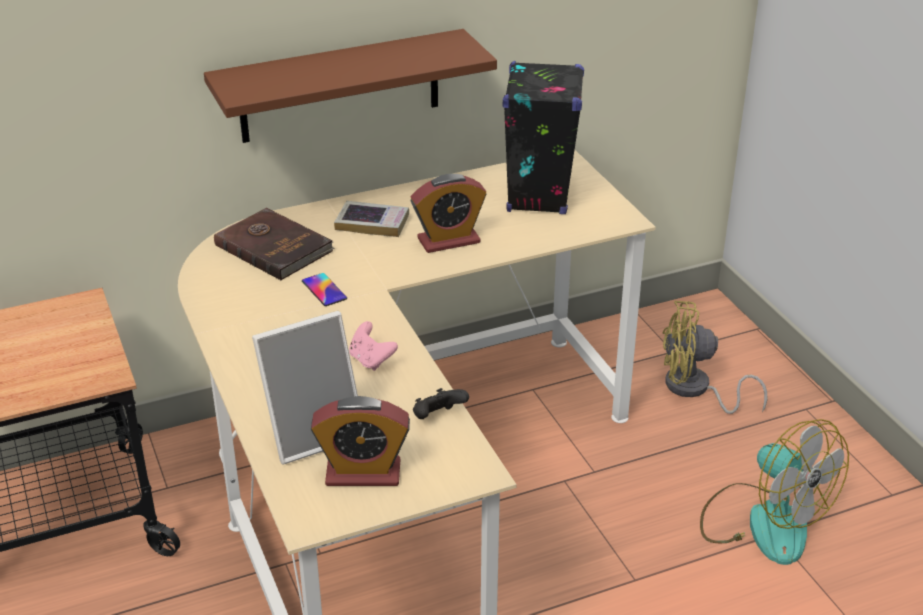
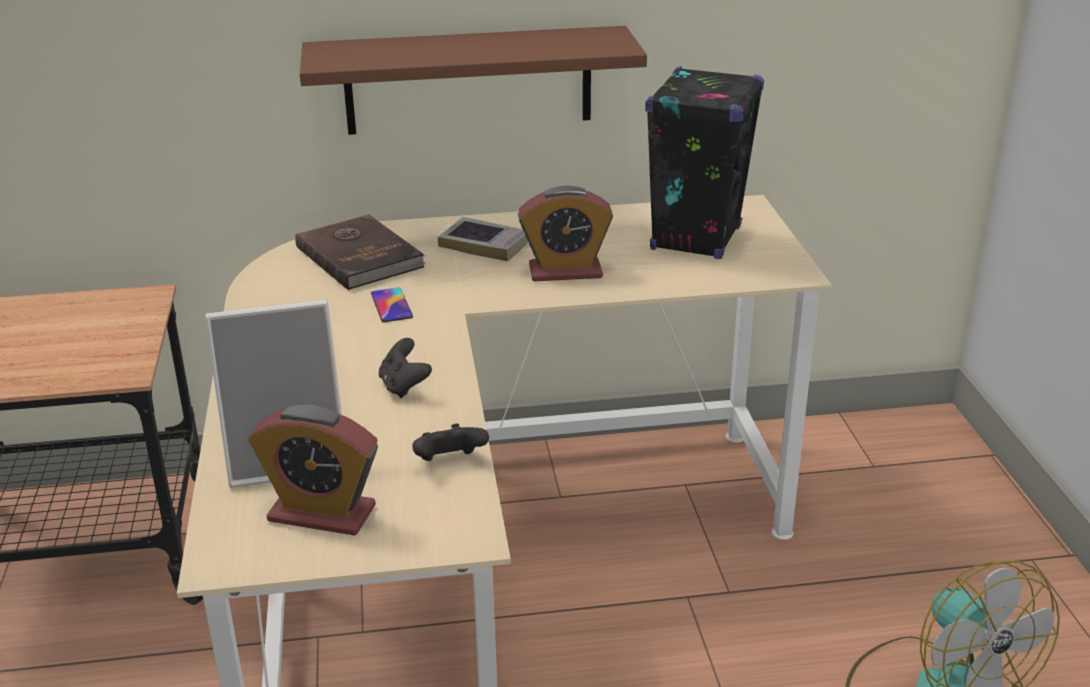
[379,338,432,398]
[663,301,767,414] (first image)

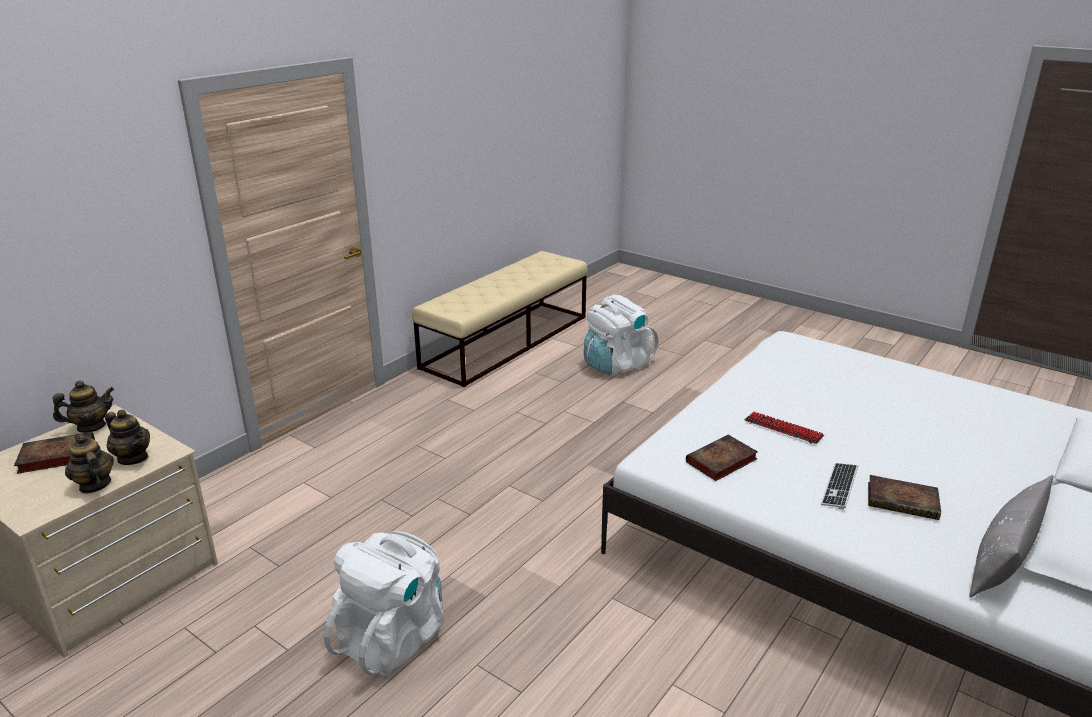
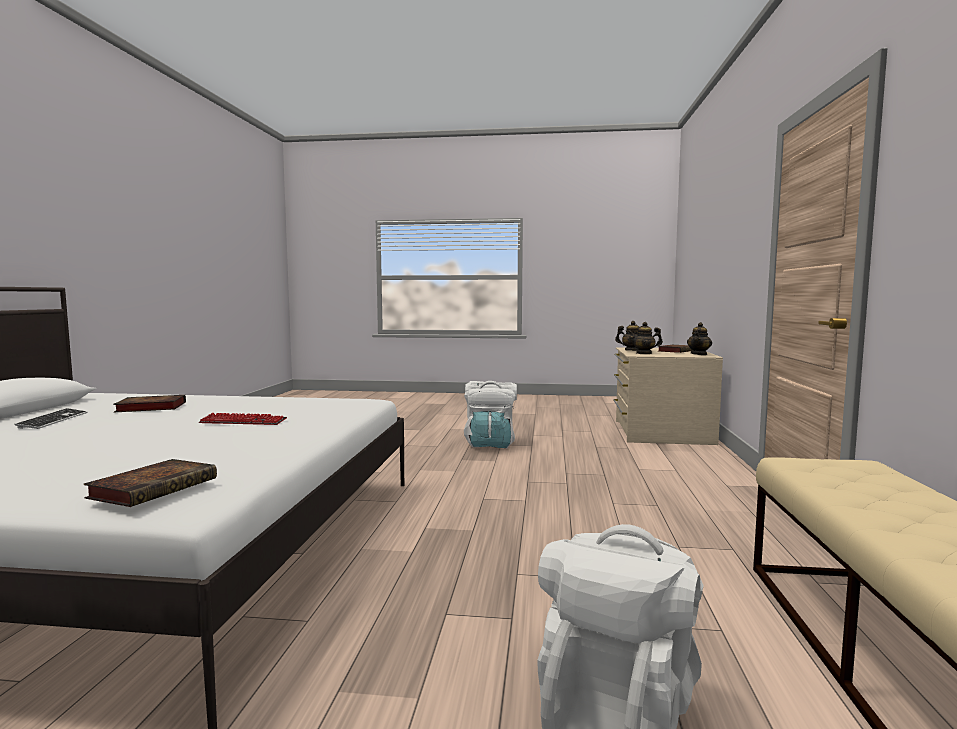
[15,408,88,429]
[84,459,217,507]
[969,475,1053,597] (first image)

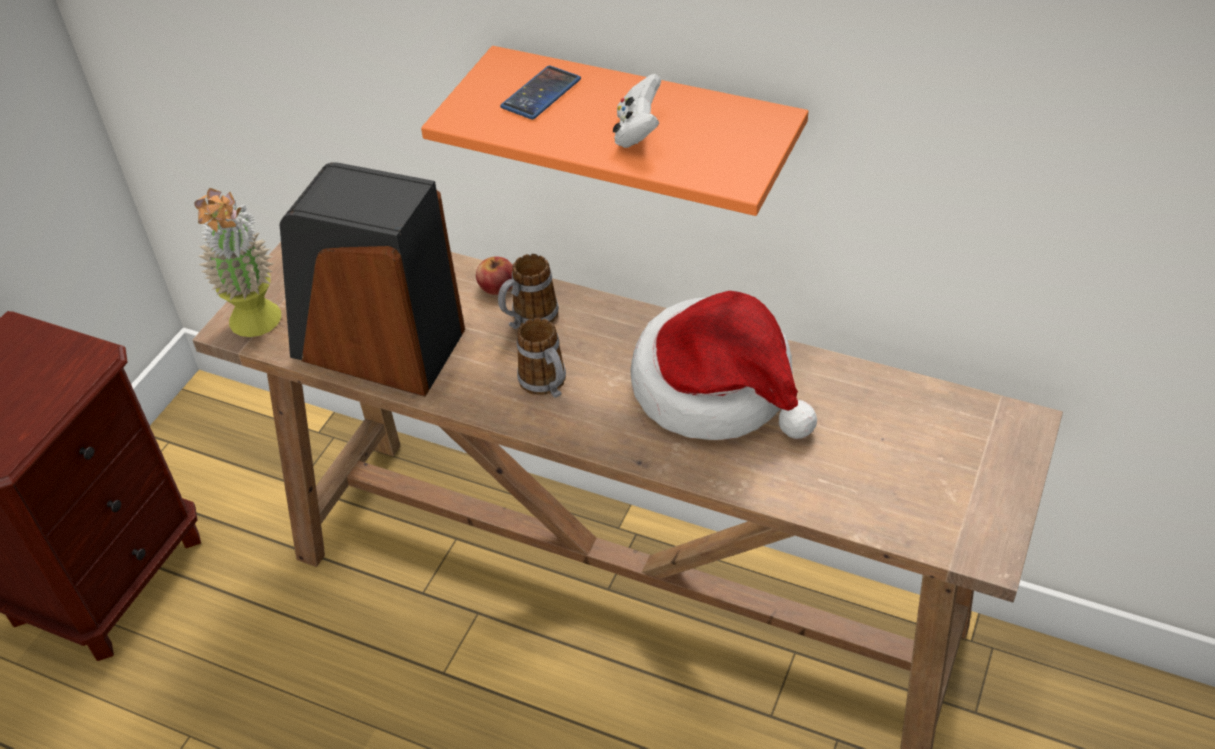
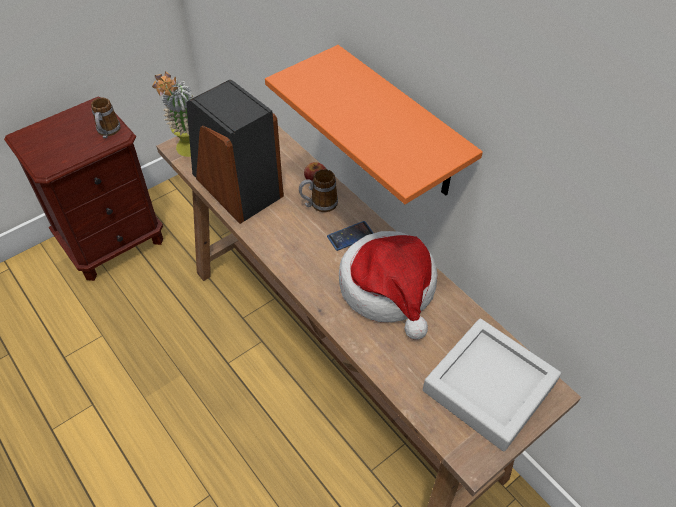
[91,97,121,138]
[327,221,373,251]
[423,318,561,452]
[613,74,661,148] (first image)

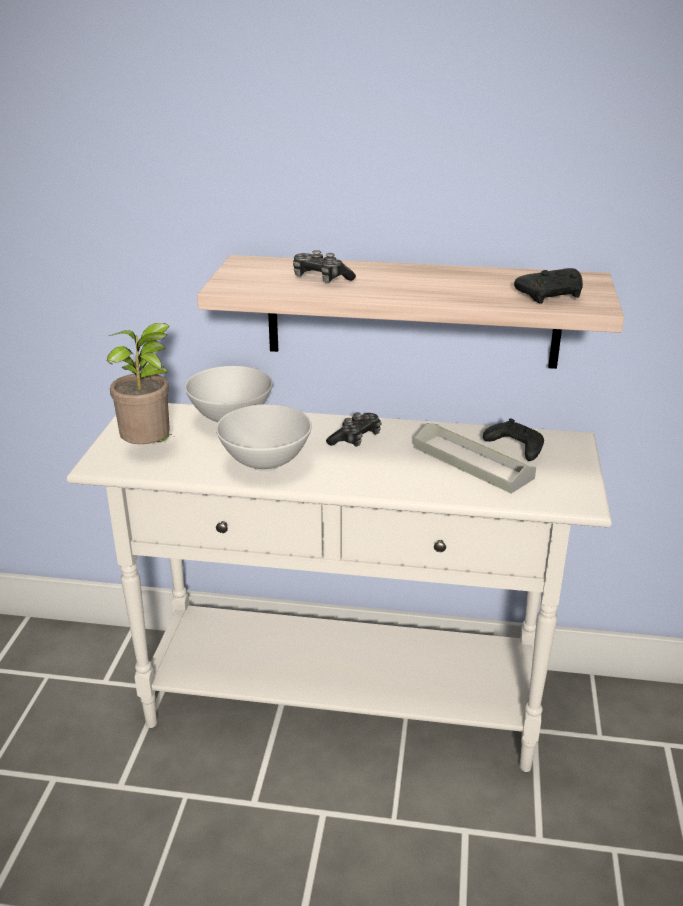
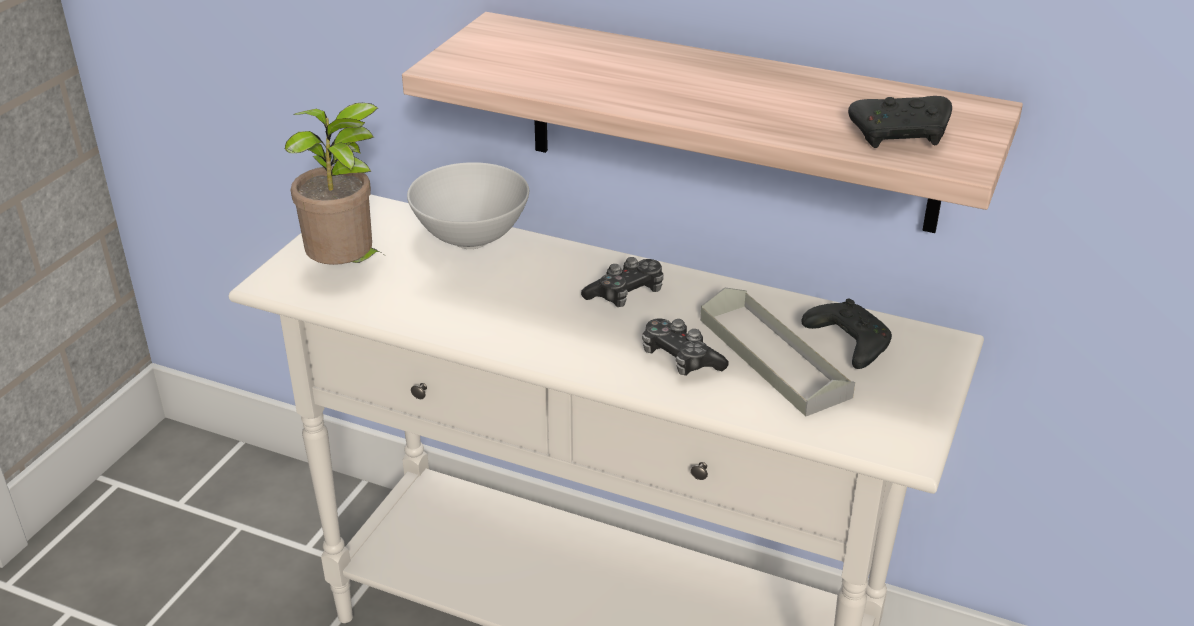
[642,319,729,376]
[216,404,312,471] (first image)

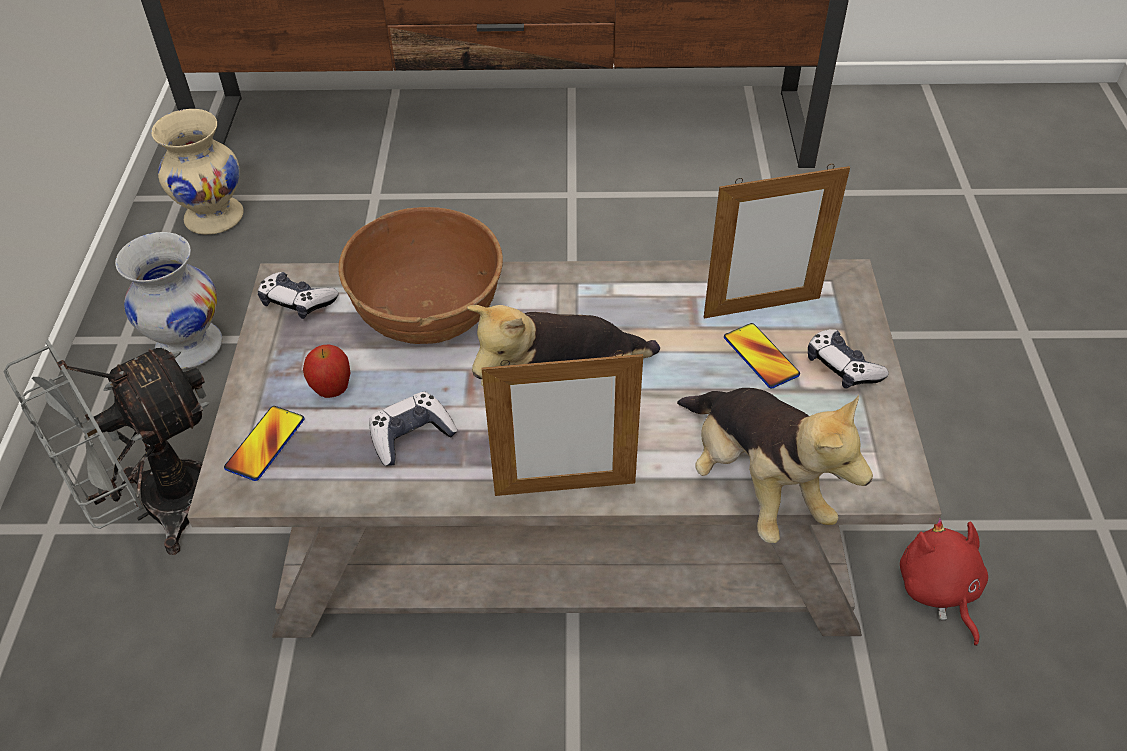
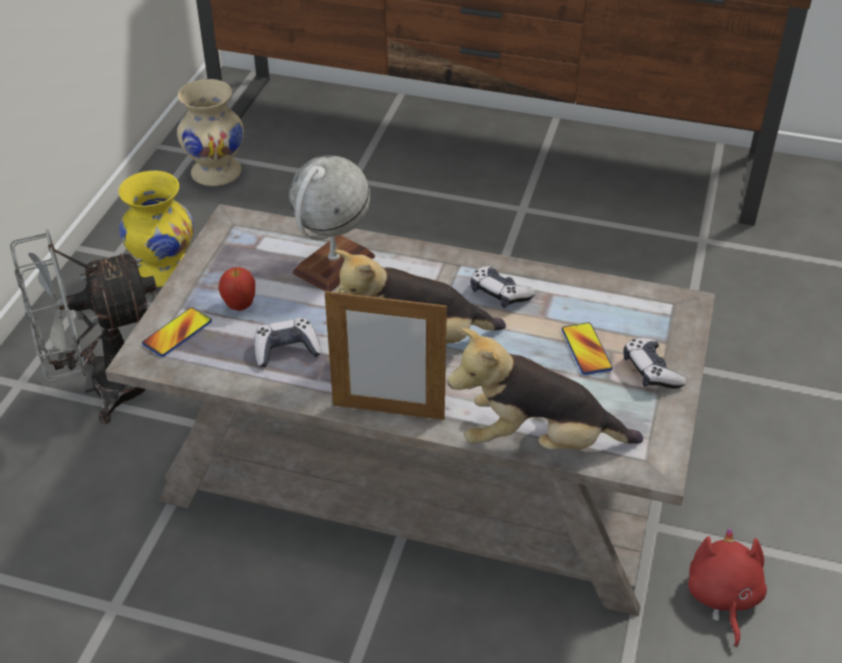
[119,171,194,287]
[289,155,375,292]
[448,328,643,450]
[471,266,535,308]
[704,164,850,318] (first image)

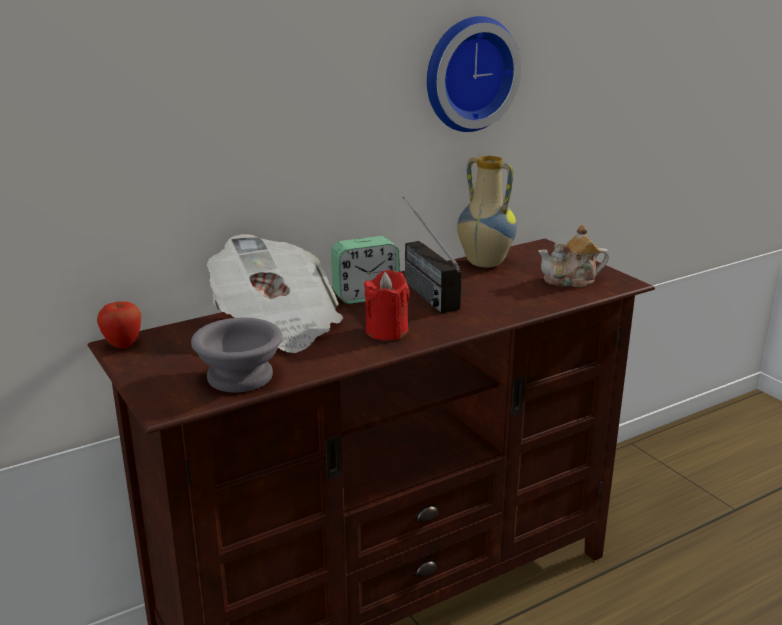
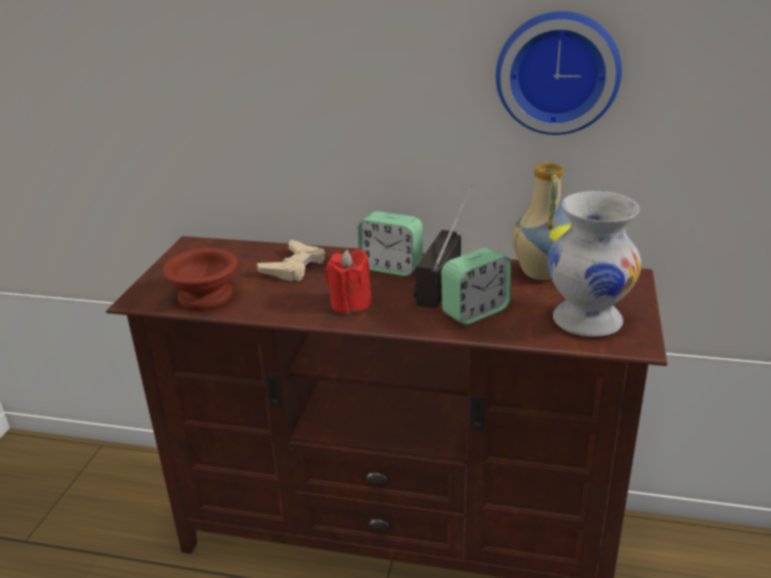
[162,248,238,310]
[257,240,324,281]
[441,247,511,325]
[548,191,642,337]
[97,301,141,348] (first image)

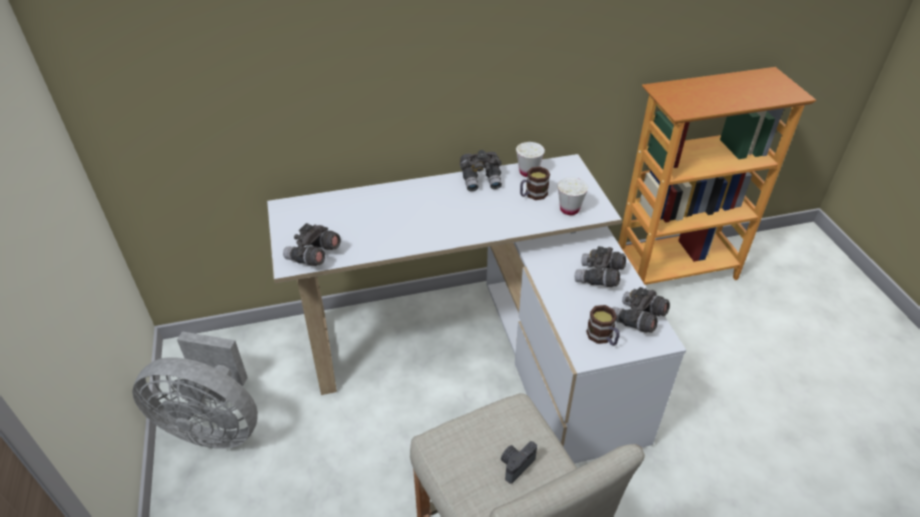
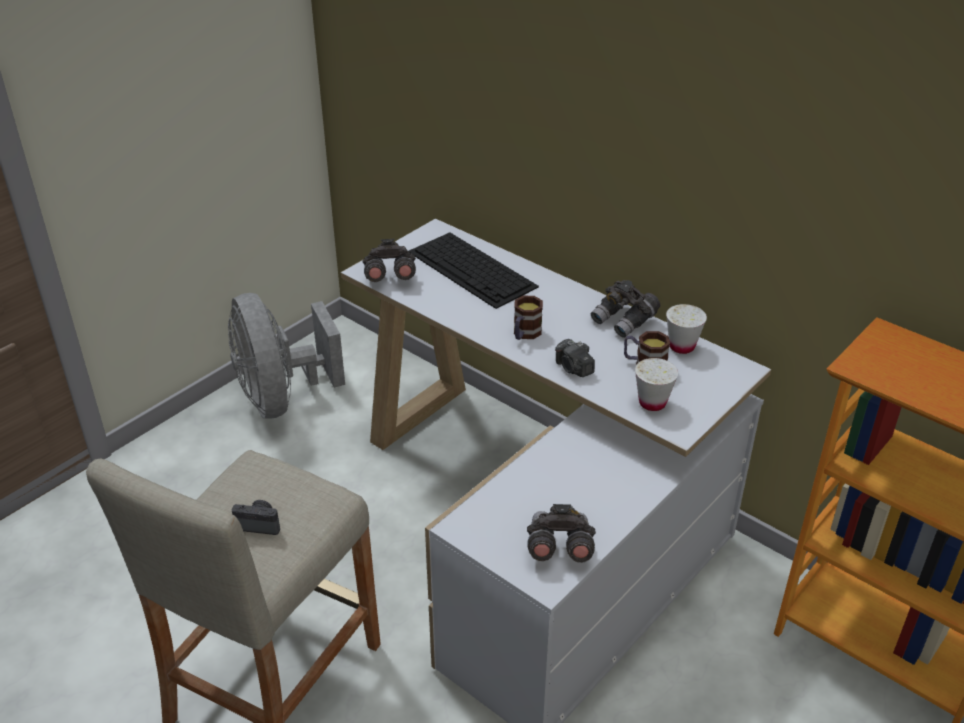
[408,232,539,309]
[514,296,543,340]
[555,339,595,377]
[575,246,626,287] (first image)

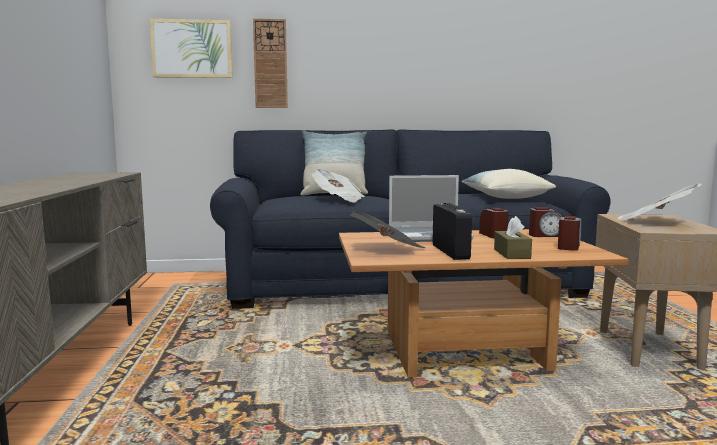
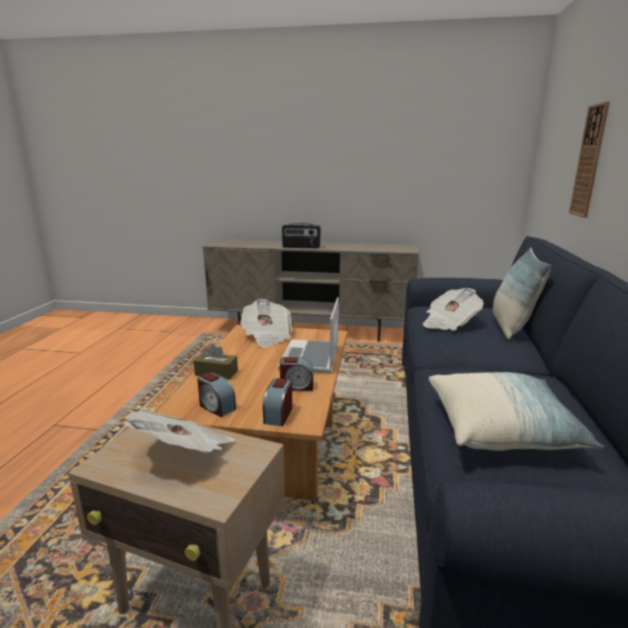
[282,223,320,248]
[149,19,233,78] (first image)

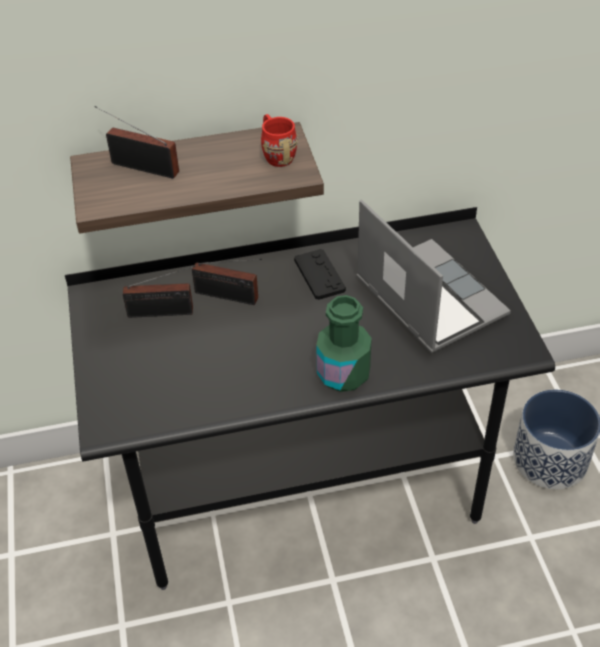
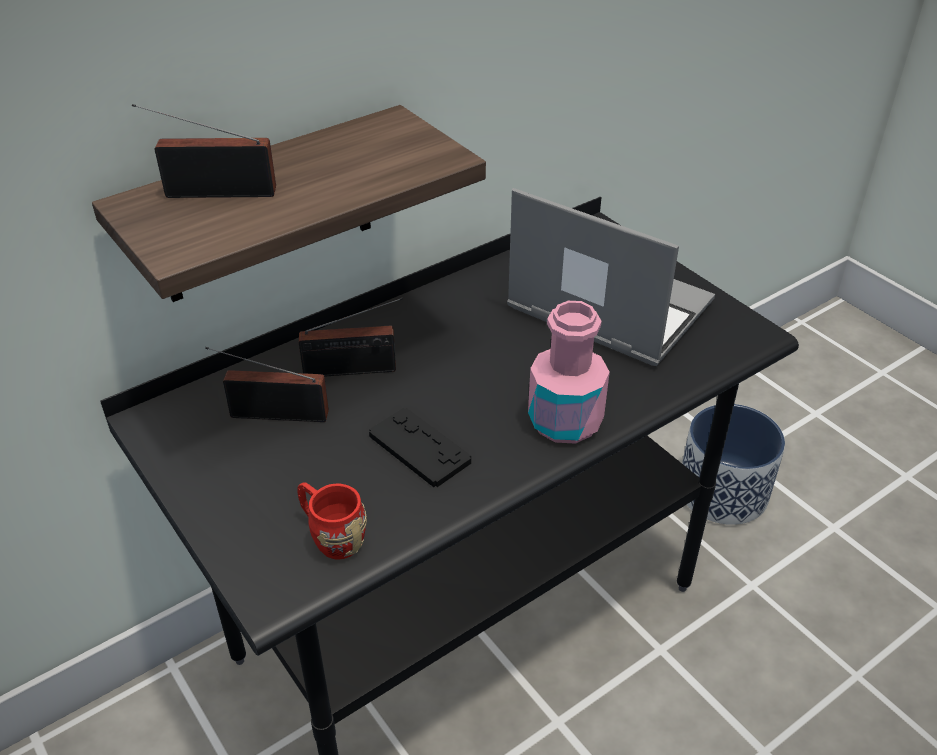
[205,347,329,422]
[297,482,367,559]
[369,408,471,487]
[528,301,610,444]

